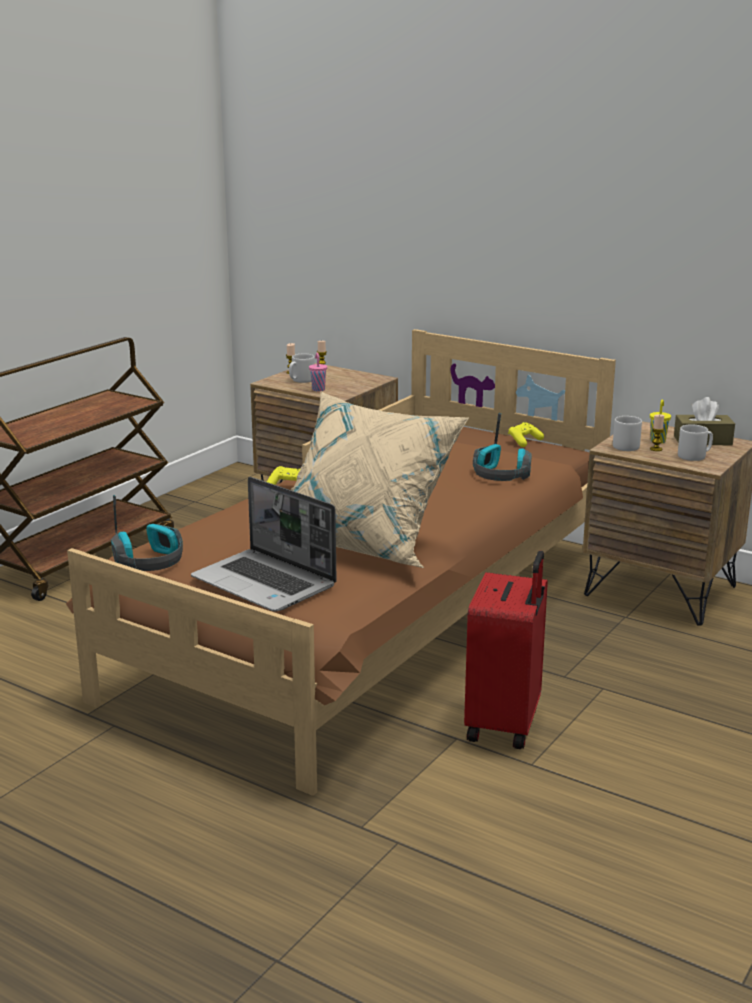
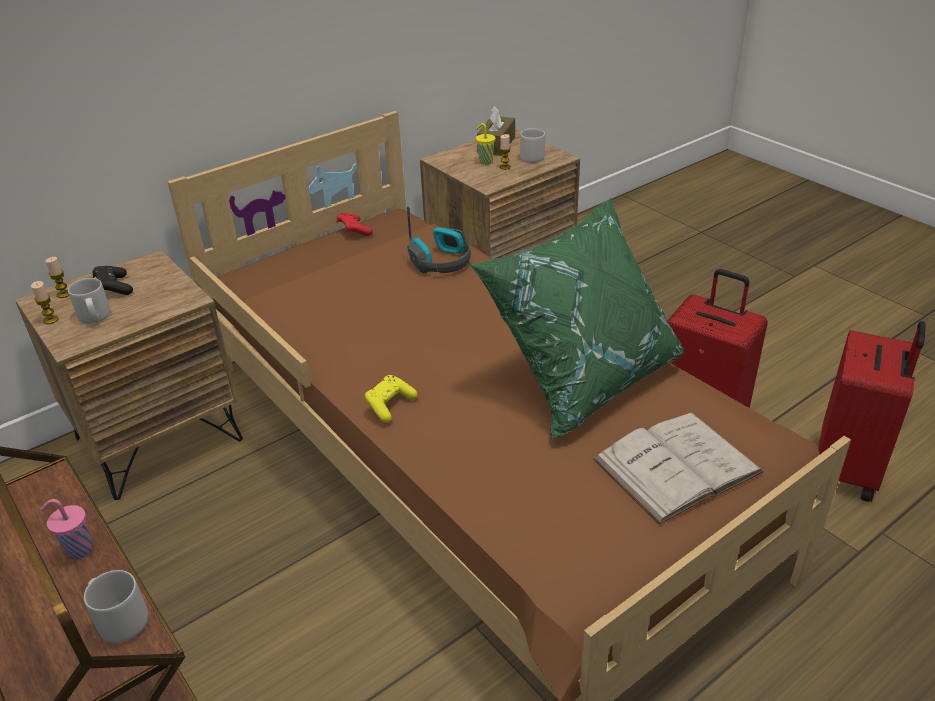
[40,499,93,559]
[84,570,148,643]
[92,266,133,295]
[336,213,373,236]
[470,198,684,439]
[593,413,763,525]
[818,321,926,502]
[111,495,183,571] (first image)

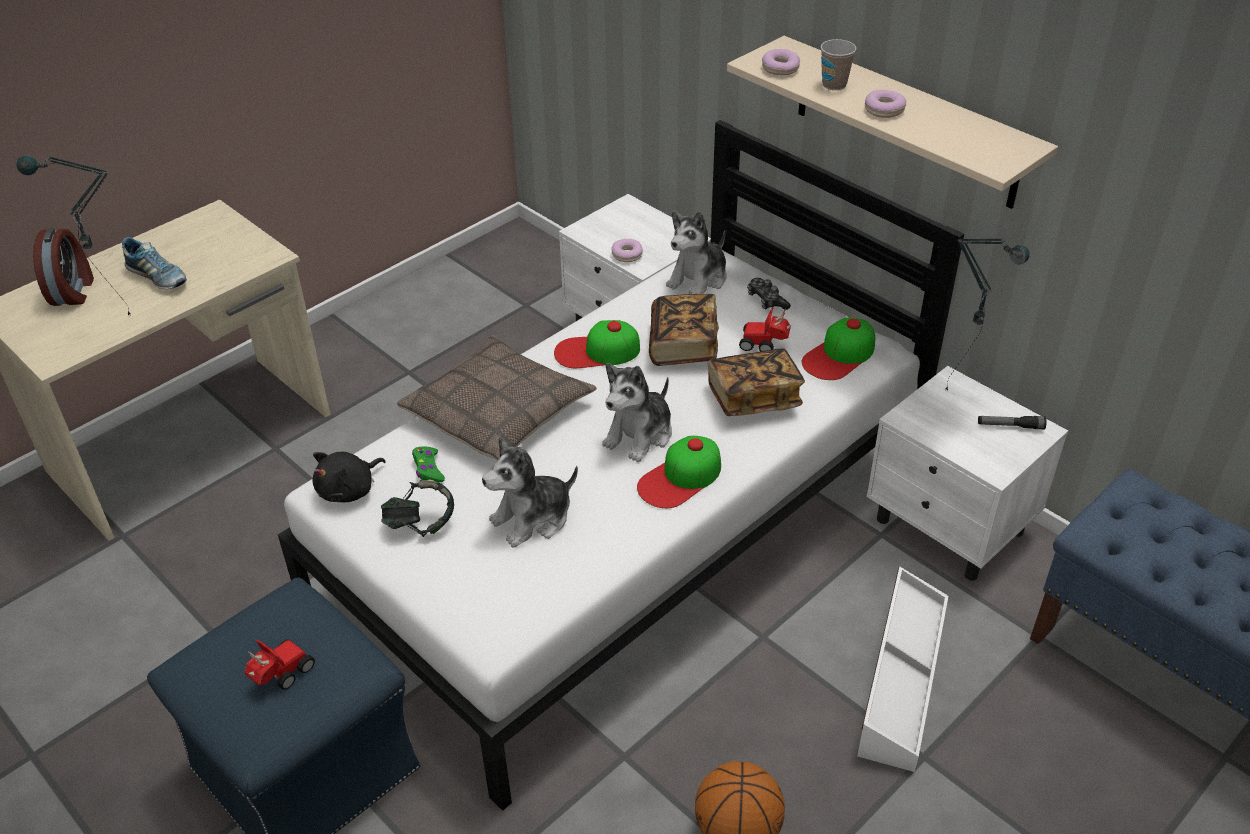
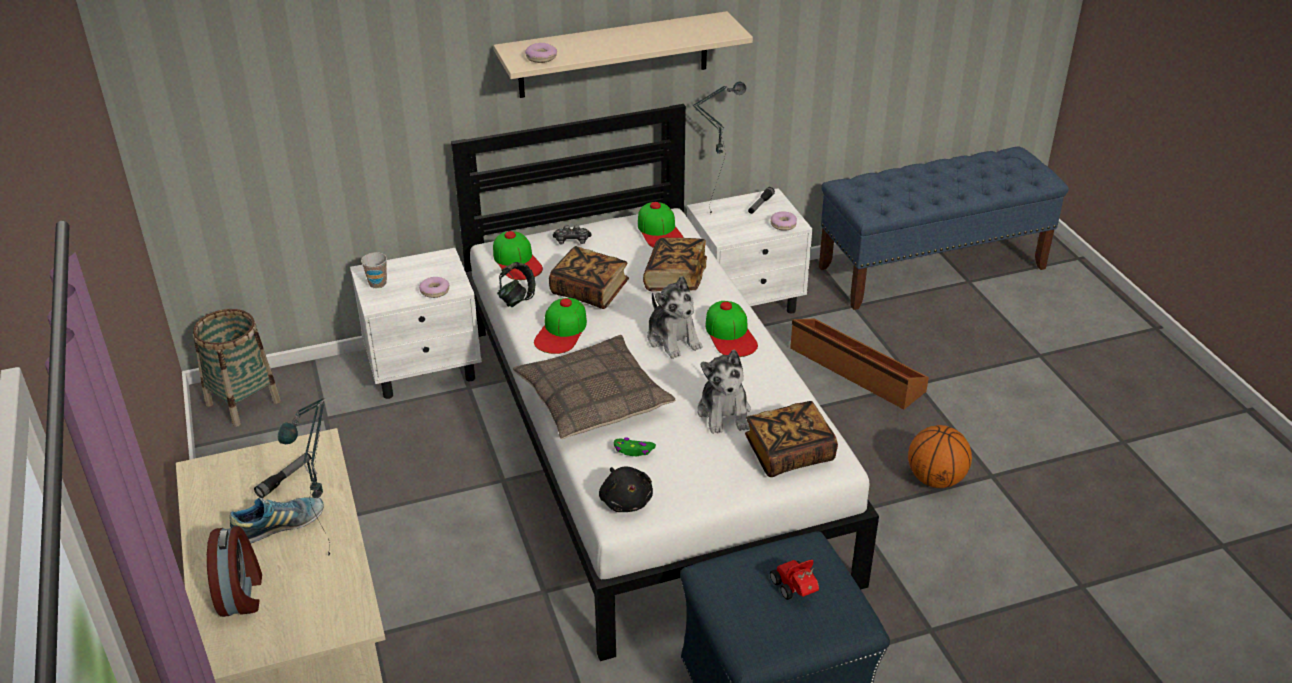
[193,309,281,427]
[207,526,262,617]
[254,453,311,498]
[361,252,387,288]
[493,231,543,280]
[497,262,535,307]
[745,401,838,477]
[771,211,797,231]
[790,318,929,409]
[739,307,791,351] (first image)

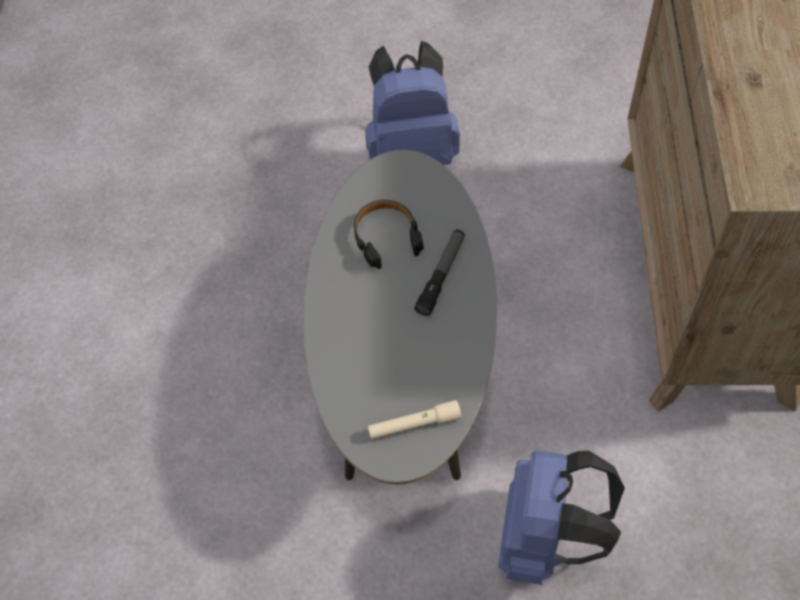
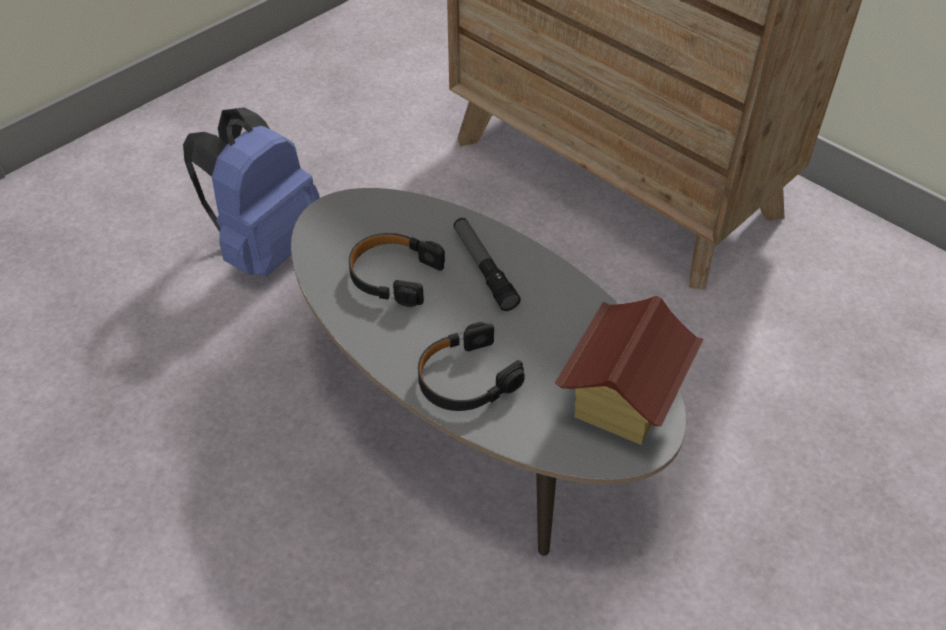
[418,322,525,411]
[555,296,704,445]
[499,450,625,585] (first image)

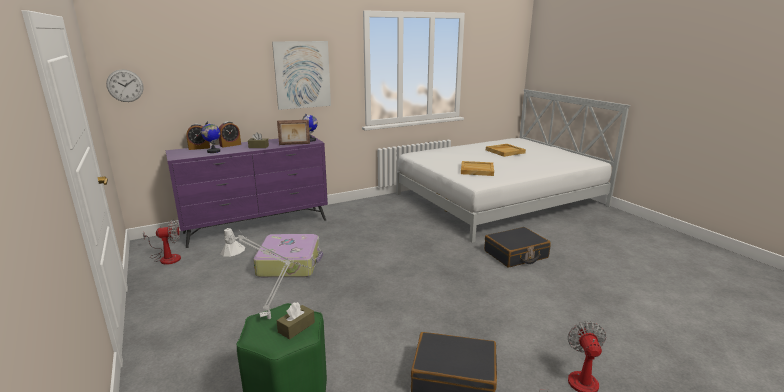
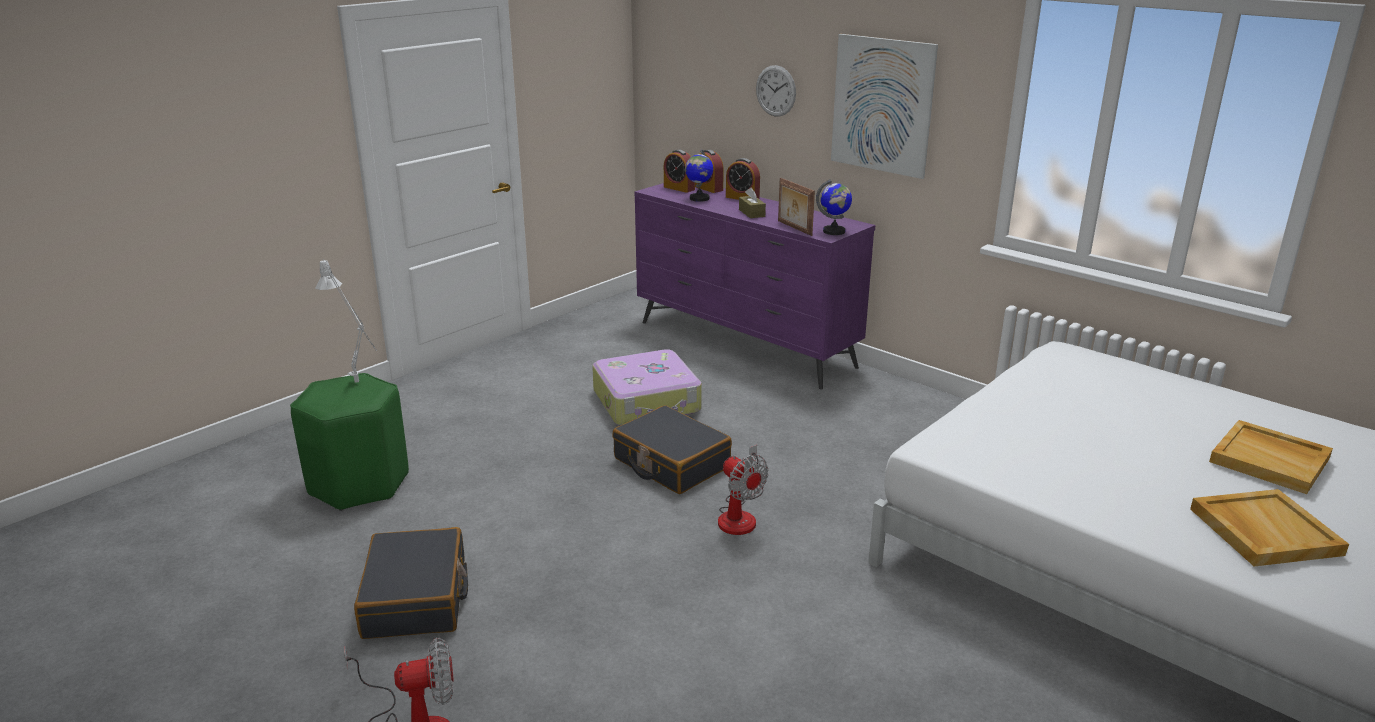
[612,405,732,494]
[664,150,695,193]
[718,445,768,535]
[756,65,796,117]
[1190,489,1349,566]
[277,302,315,339] (first image)

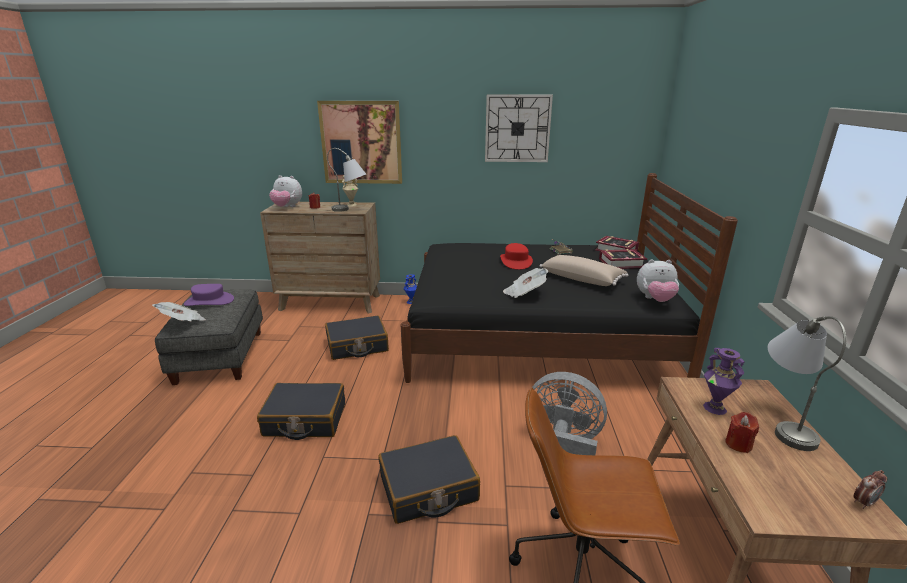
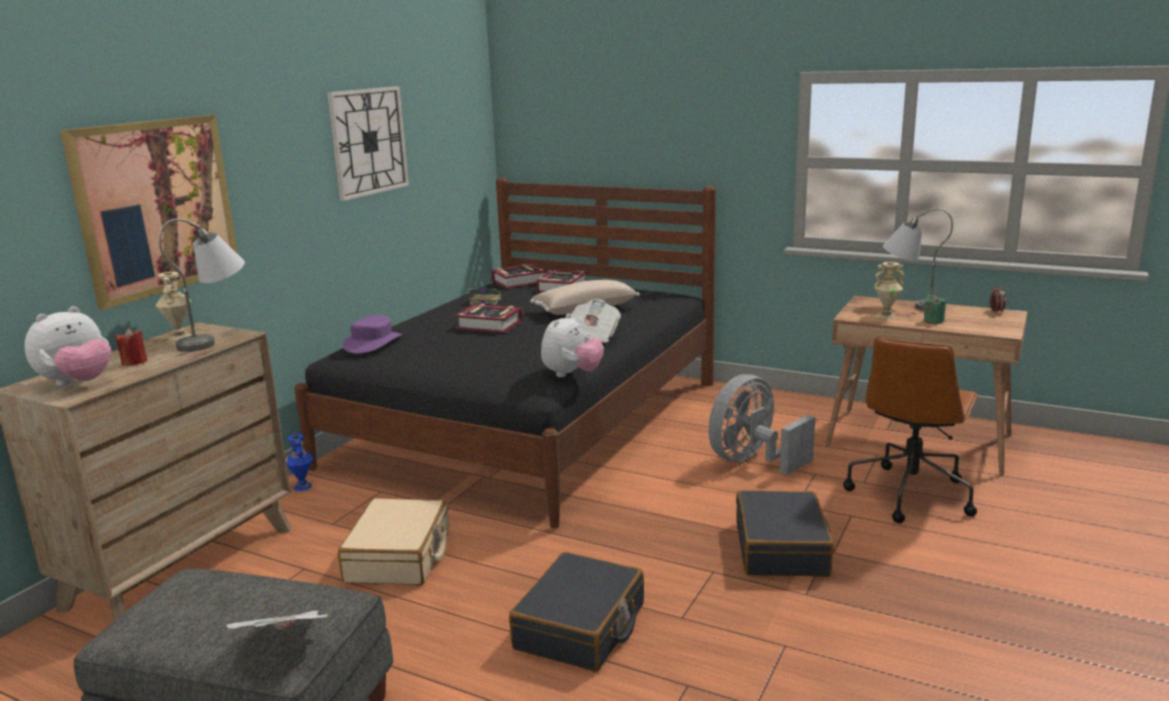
[338,498,449,585]
[342,315,402,354]
[454,304,523,333]
[541,313,604,377]
[874,262,905,319]
[924,295,946,324]

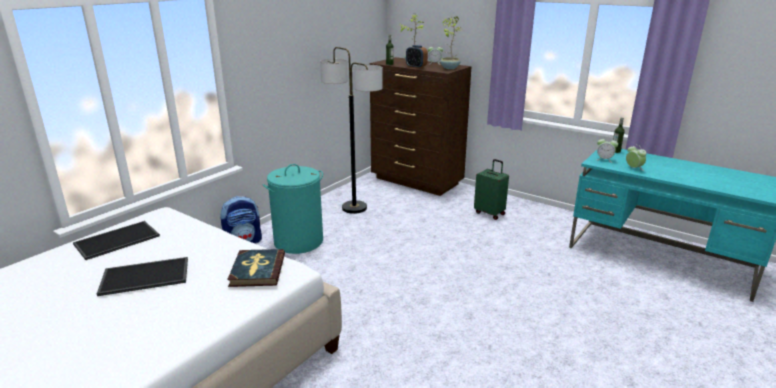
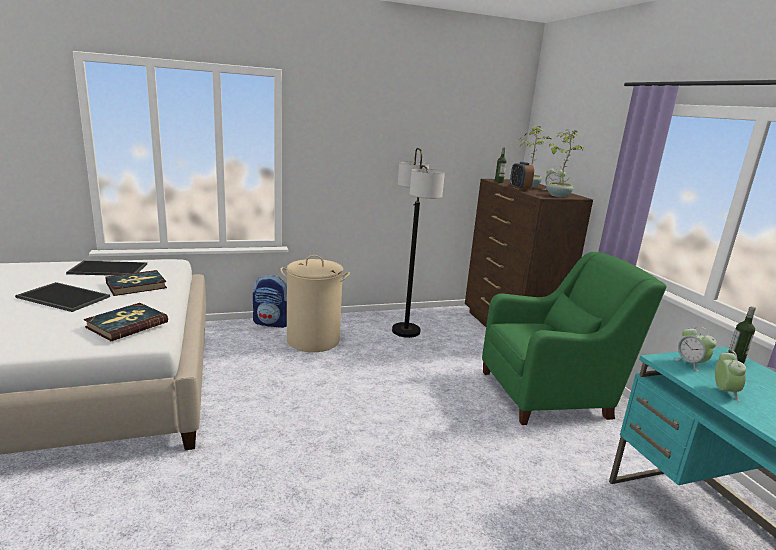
[105,270,167,296]
[280,255,350,352]
[482,252,667,425]

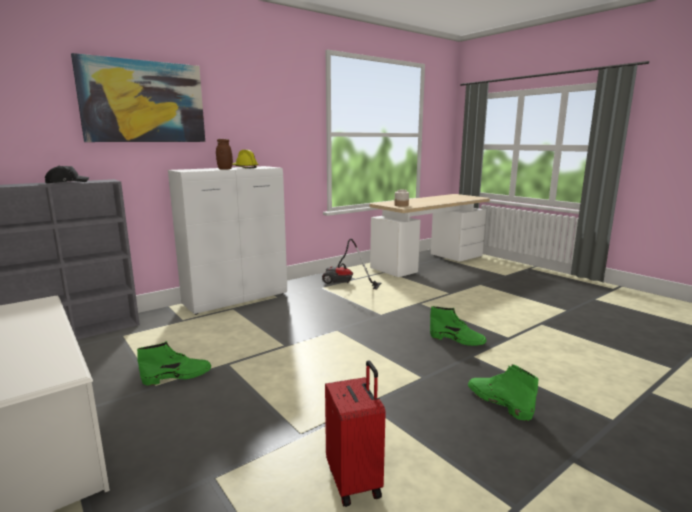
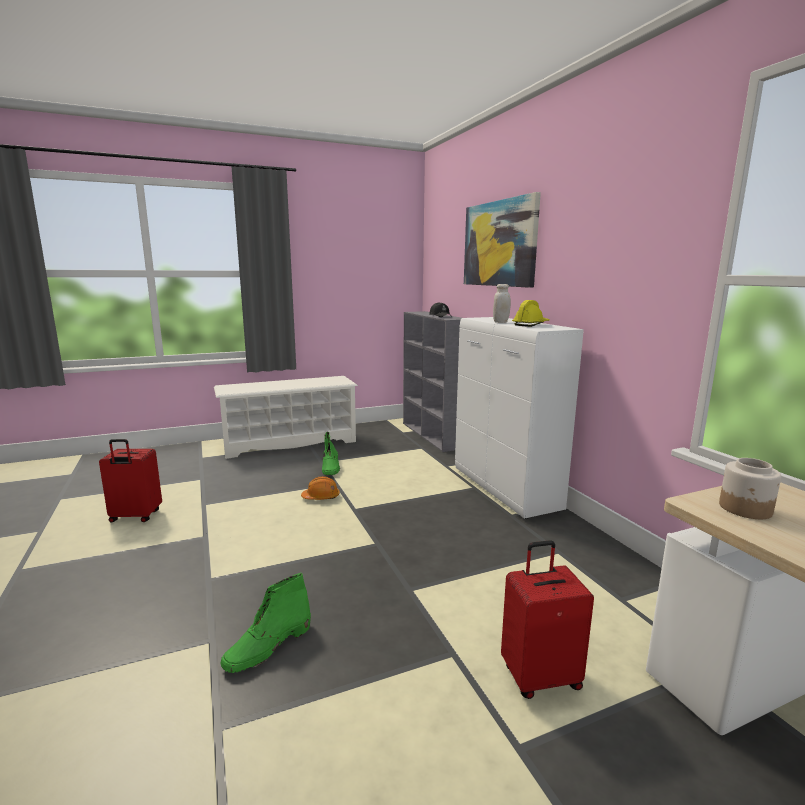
[301,476,340,500]
[493,284,511,323]
[501,540,594,699]
[322,239,381,290] (first image)
[468,364,539,421] (first image)

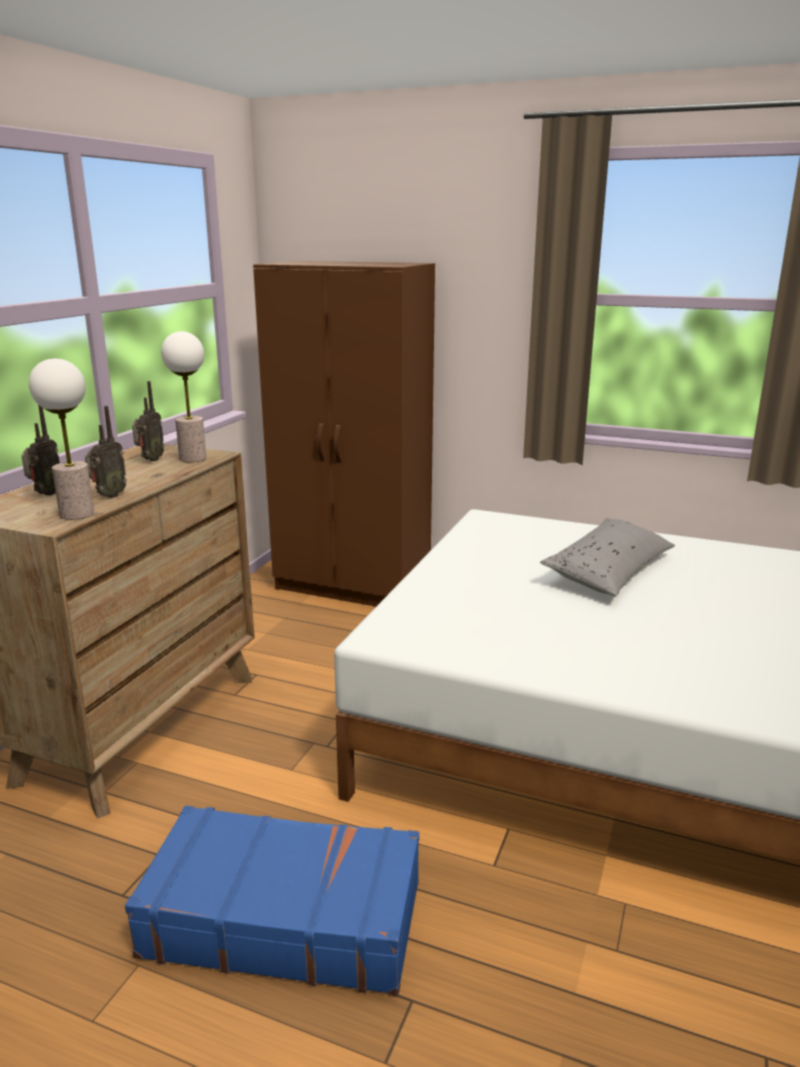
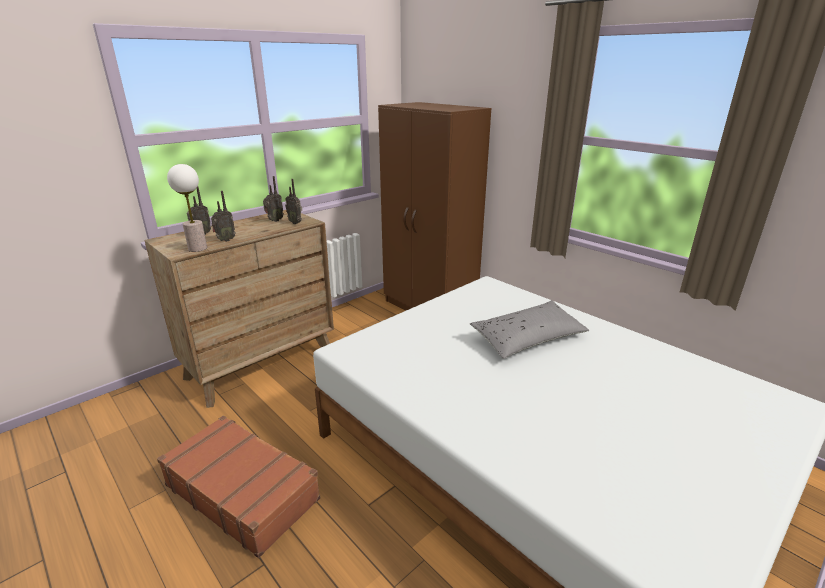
[157,416,320,558]
[285,179,302,224]

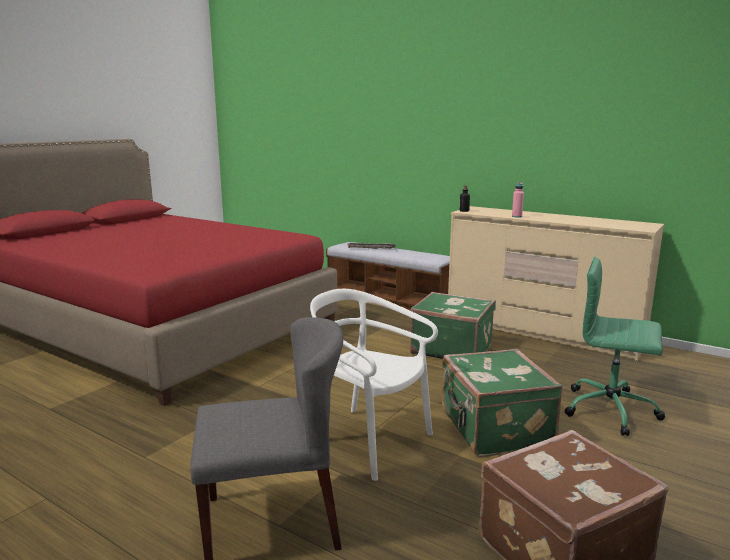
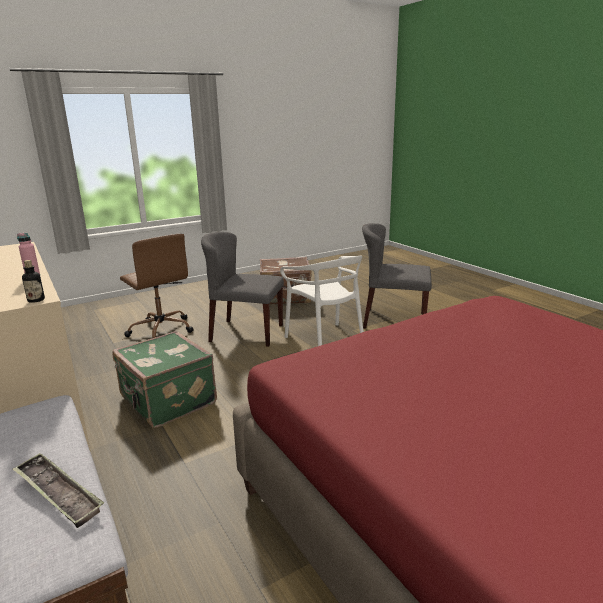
[120,234,194,338]
[201,232,284,347]

